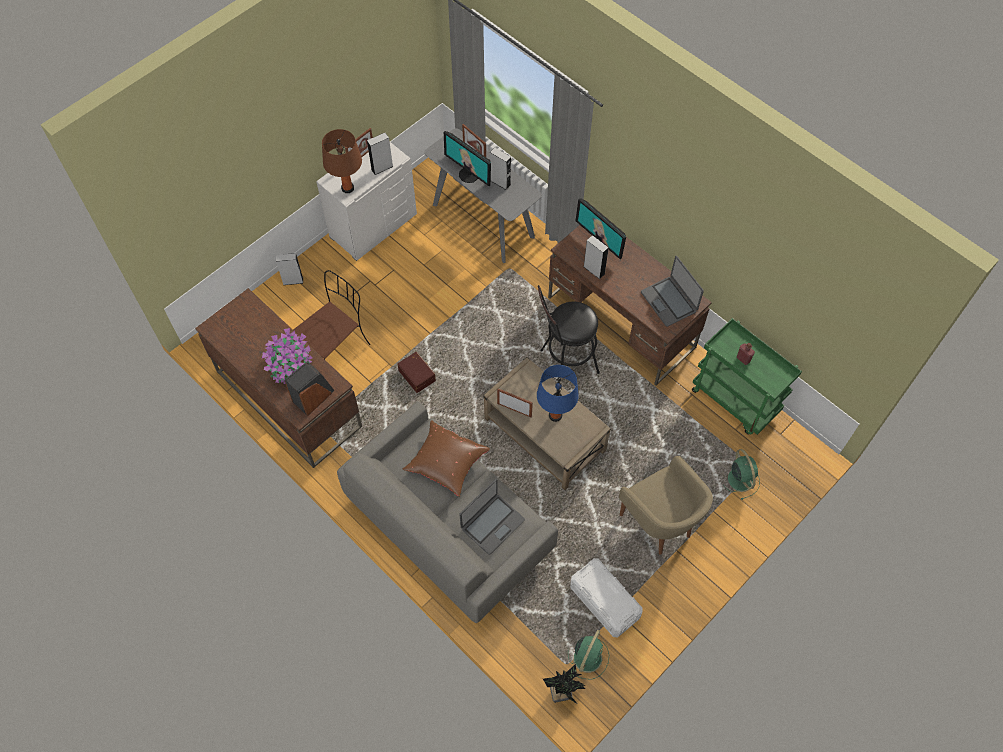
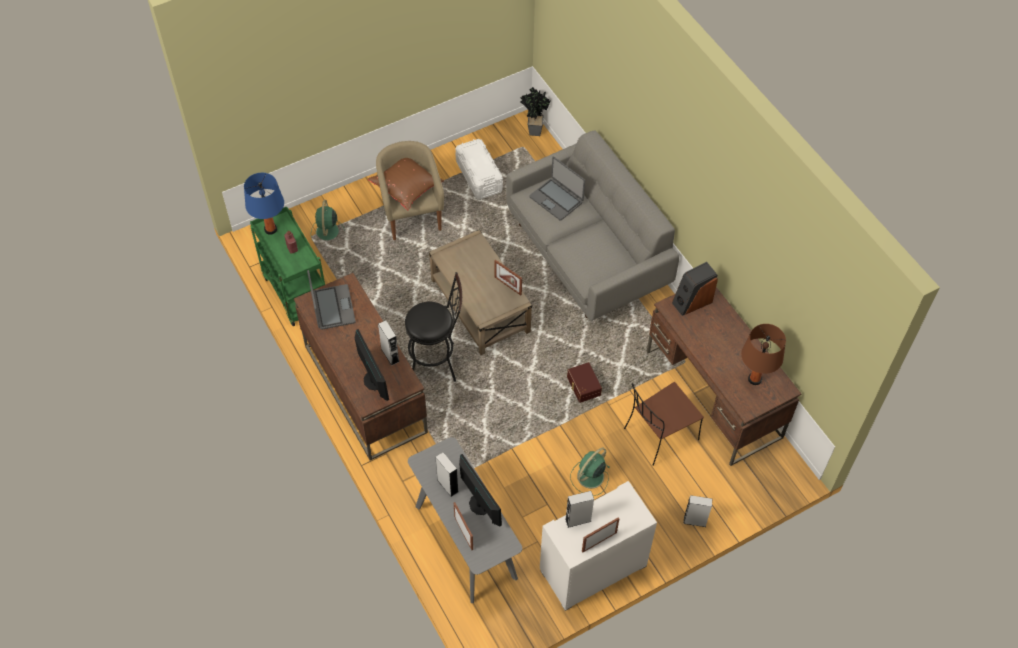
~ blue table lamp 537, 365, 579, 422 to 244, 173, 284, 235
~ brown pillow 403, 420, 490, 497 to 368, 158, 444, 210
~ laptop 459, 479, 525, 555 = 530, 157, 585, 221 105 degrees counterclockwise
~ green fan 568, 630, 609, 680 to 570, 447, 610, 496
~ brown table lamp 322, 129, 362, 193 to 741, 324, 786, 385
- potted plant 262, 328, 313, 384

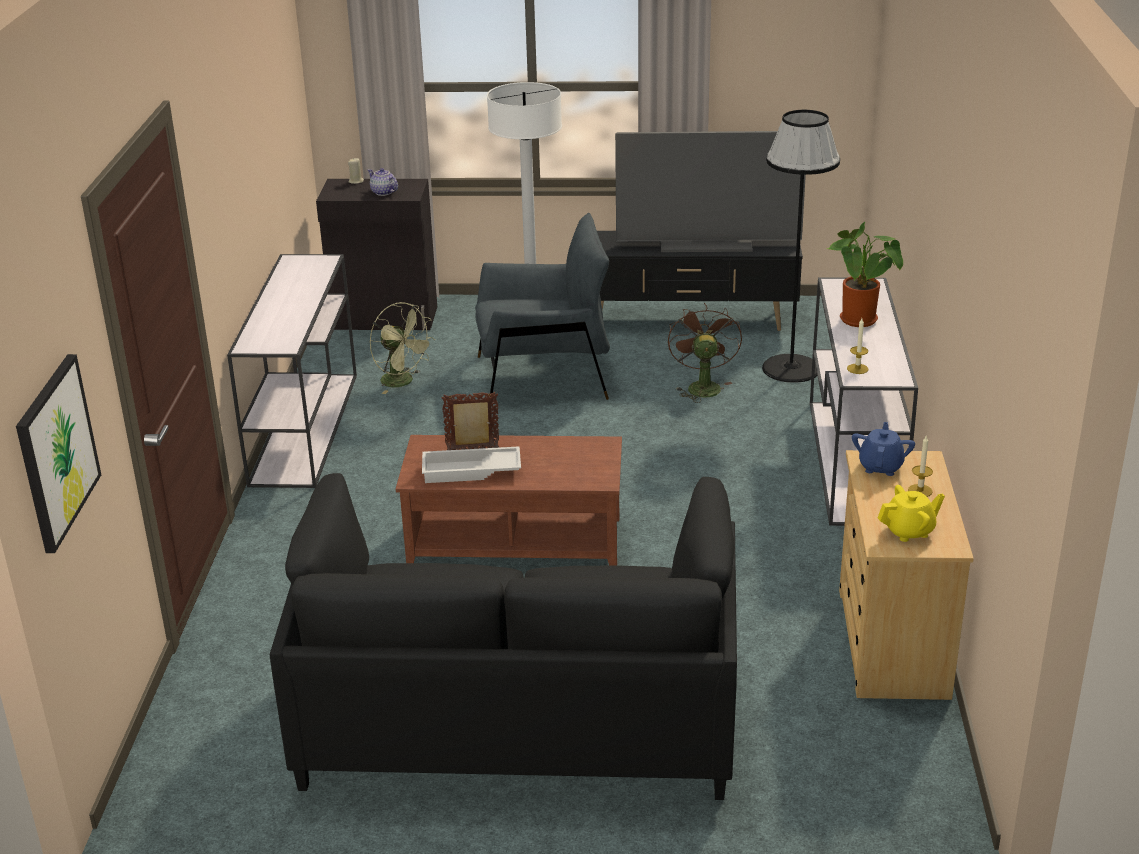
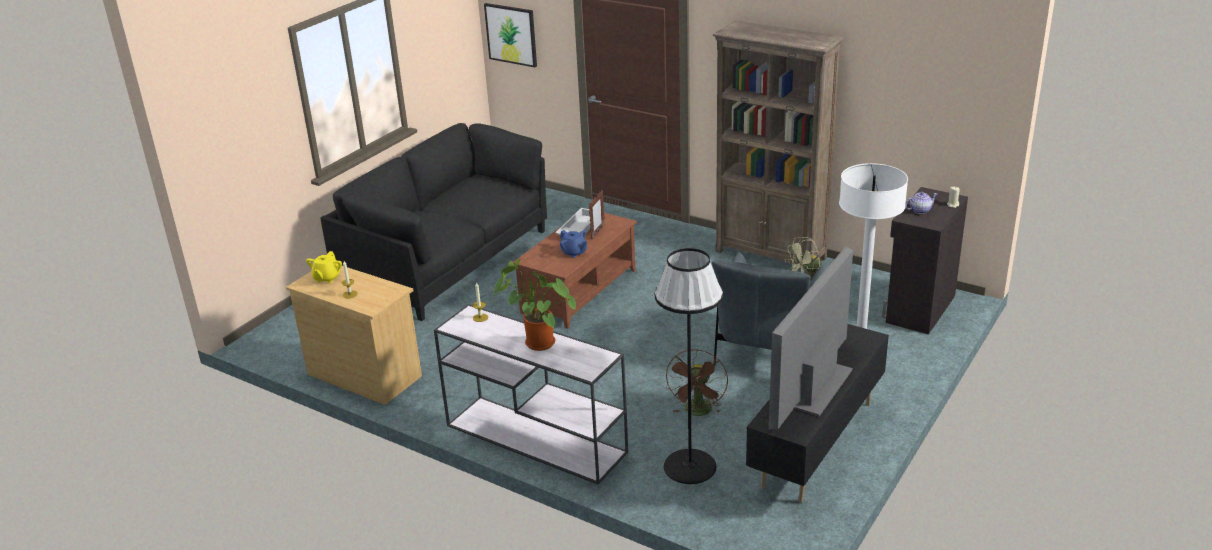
~ blue teapot 852, 422, 915, 476 to 560, 230, 587, 258
~ brown fan 668, 303, 742, 403 = 666, 349, 728, 416 75 degrees clockwise
~ white console table 227, 254, 357, 488 to brown bookcase 713, 20, 844, 274

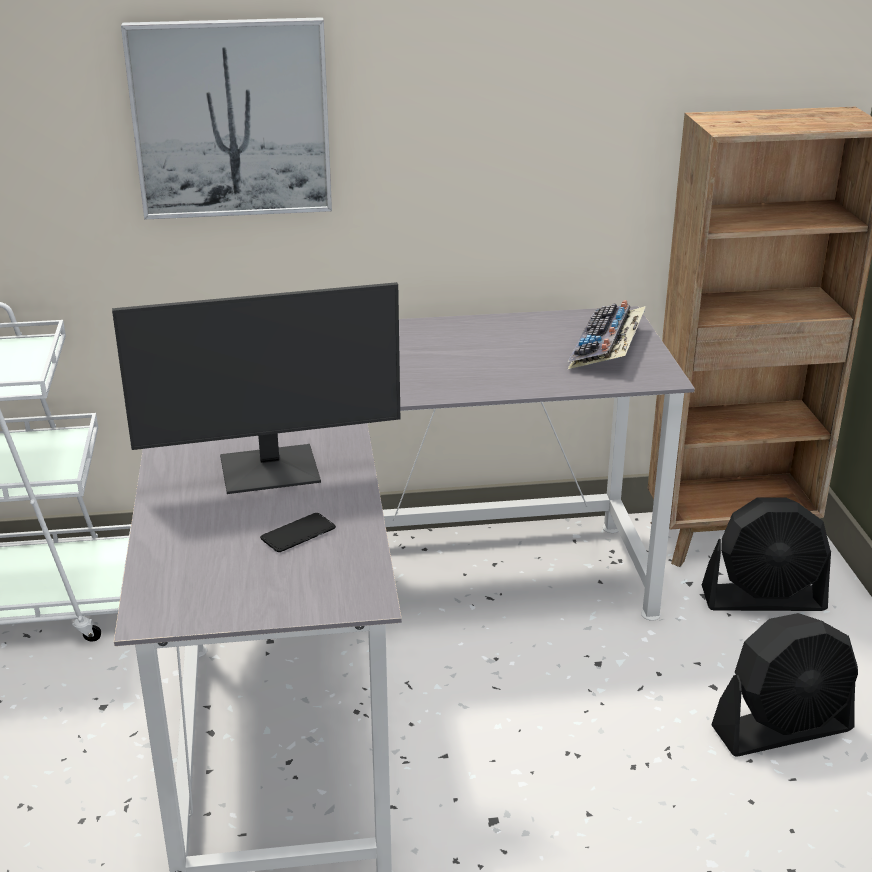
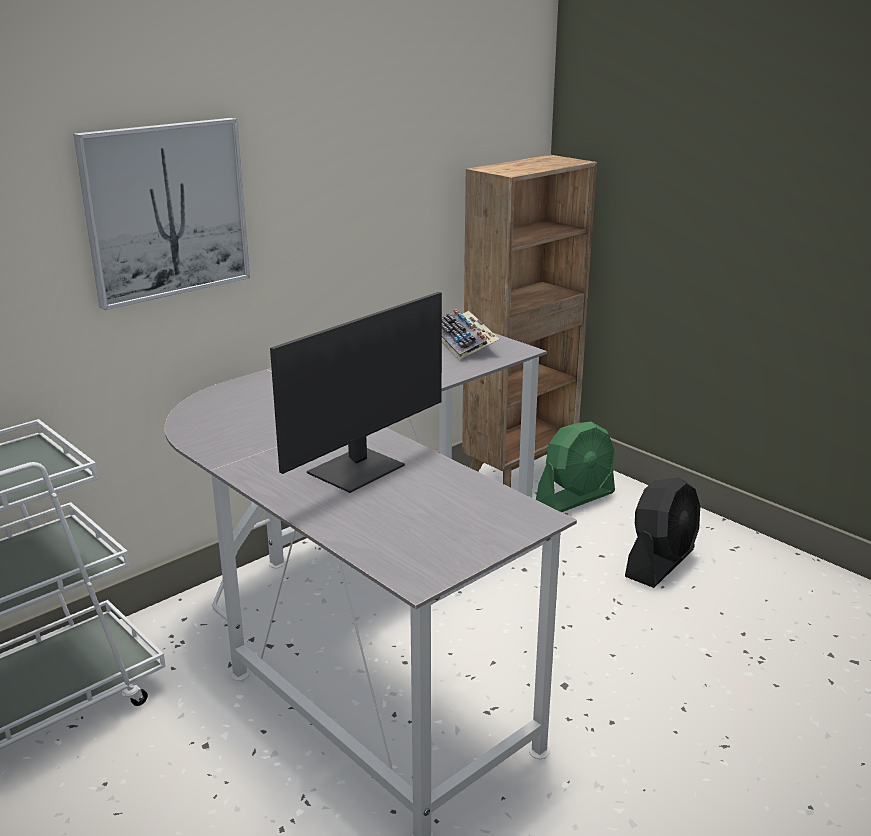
~ black fan 702, 497, 831, 611 to green fan 536, 422, 615, 512
- phone 260, 513, 336, 552

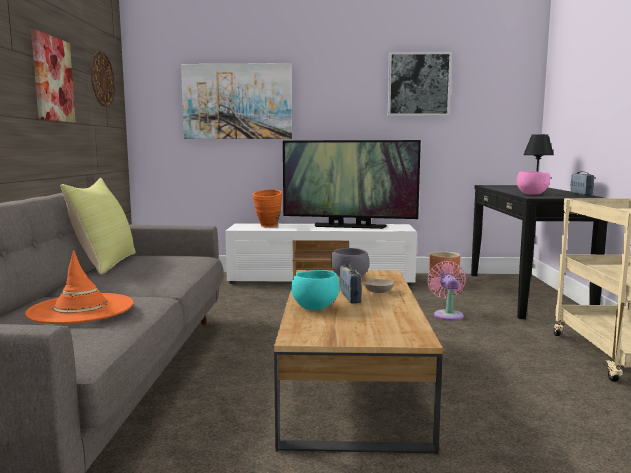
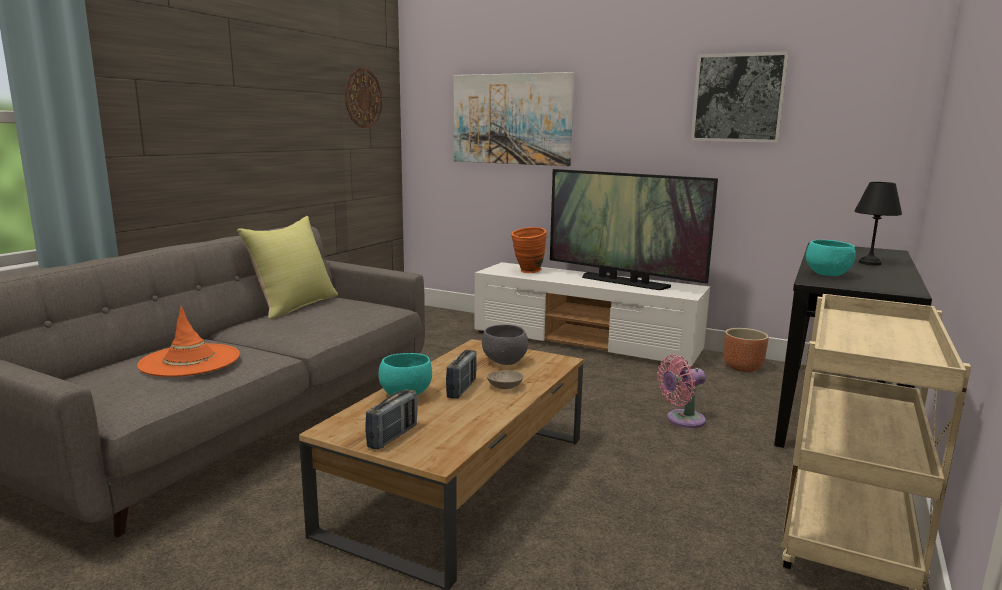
~ radio 571, 171, 594, 195 to 365, 389, 417, 450
~ pink fan 427, 261, 466, 321 = 657, 354, 706, 428 135 degrees counterclockwise
~ pink bowl 517, 171, 550, 194 to turquoise bowl 806, 240, 856, 276
- picture 31, 29, 76, 123

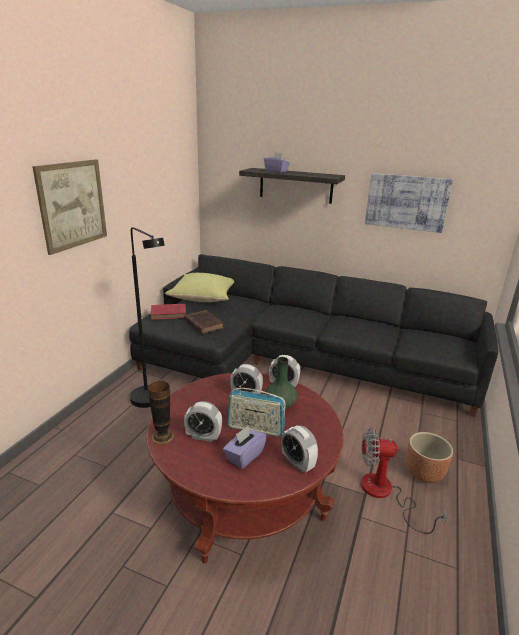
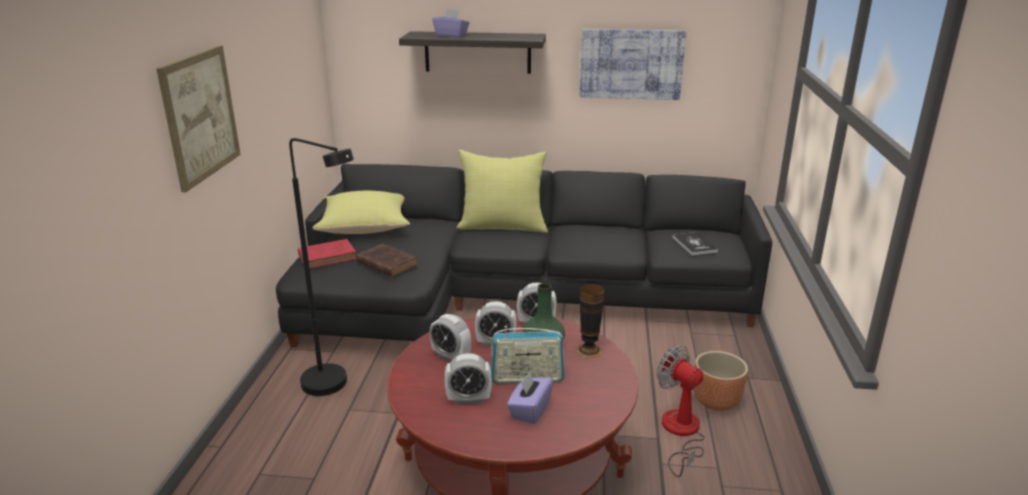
~ alarm clock 282, 425, 318, 473 to 430, 314, 471, 362
+ yellow pillow 457, 150, 548, 233
~ vase 148, 381, 174, 444 to 576, 284, 604, 358
~ fan 361, 427, 447, 534 = 657, 345, 705, 477 60 degrees clockwise
+ book 672, 232, 718, 255

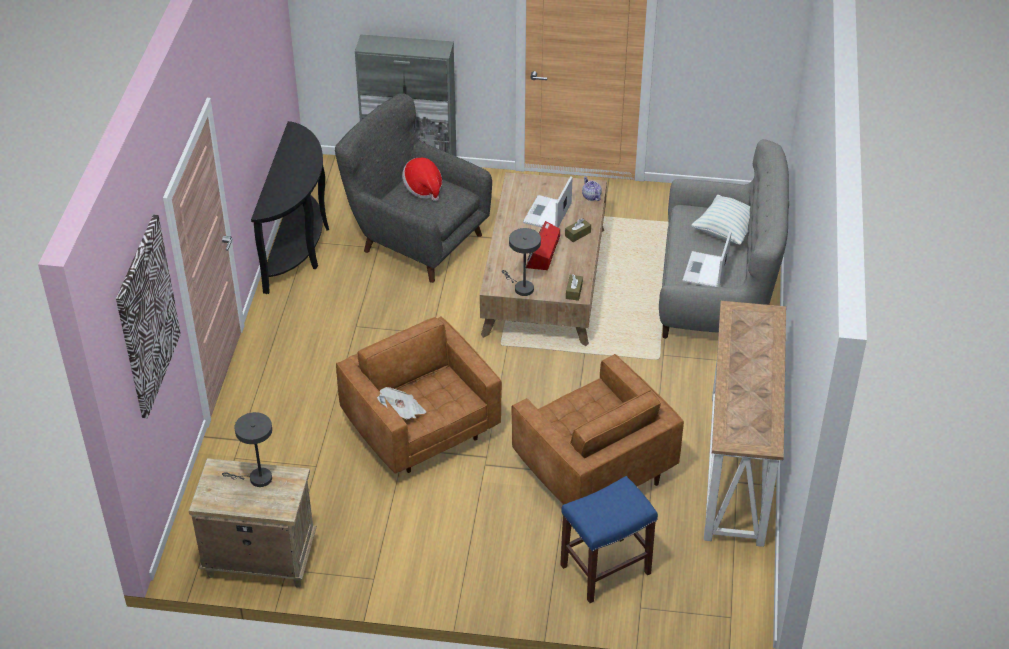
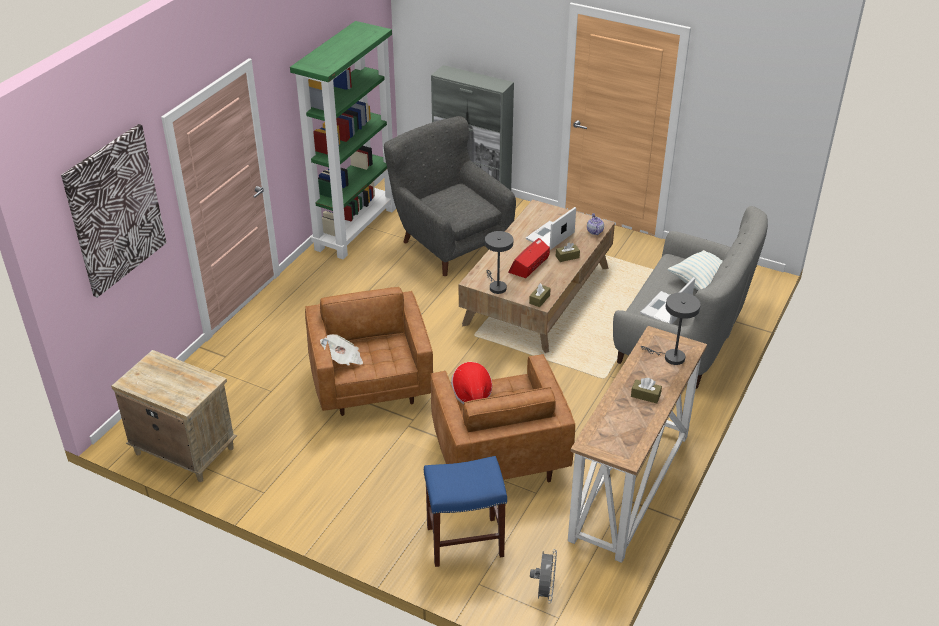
~ black console table 251, 121, 329, 294 to green bookcase 290, 21, 396, 259
~ hat 402, 158, 442, 201 to 451, 362, 492, 405
+ grey fan 530, 549, 557, 603
+ brown tissue box 631, 378, 662, 403
~ grey table lamp 222, 412, 272, 487 to 641, 292, 701, 365

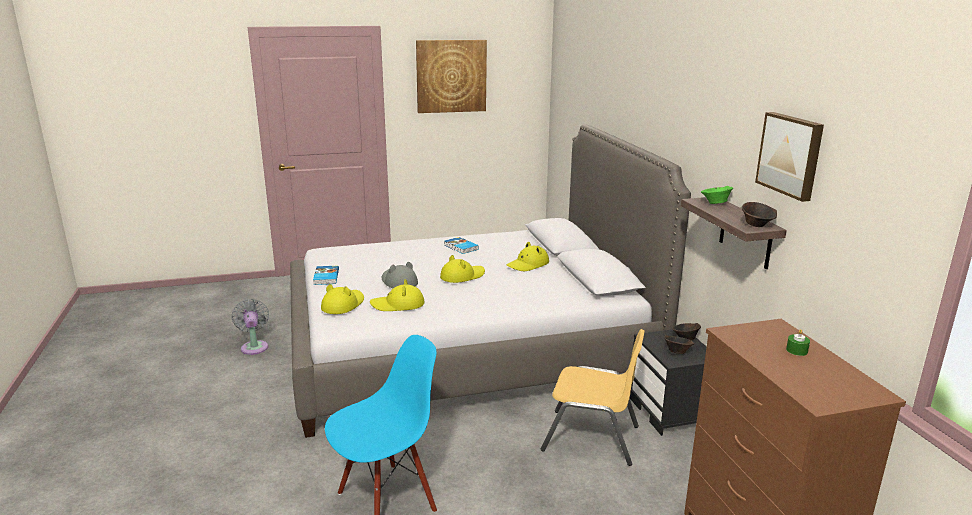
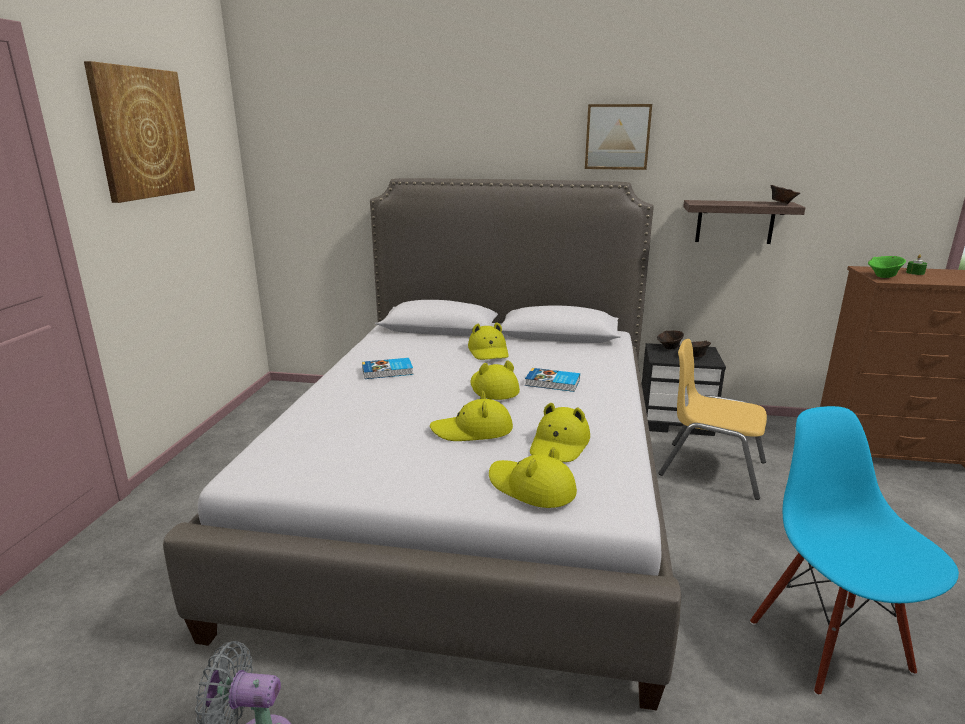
~ grey hat 382, 262, 418, 288 to yellow hat 430, 391, 513, 441
~ book 313, 266, 339, 285 to 525, 368, 580, 392
~ picture 755, 112, 824, 202 to 585, 104, 652, 170
~ yellow chair 541, 329, 645, 466 = 658, 339, 767, 500 105 degrees counterclockwise
~ green bowl 701, 186, 733, 204 to 868, 256, 906, 278

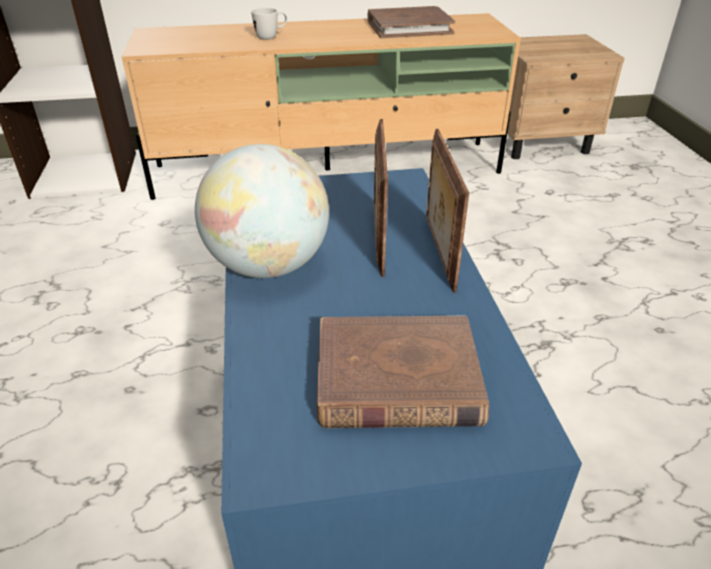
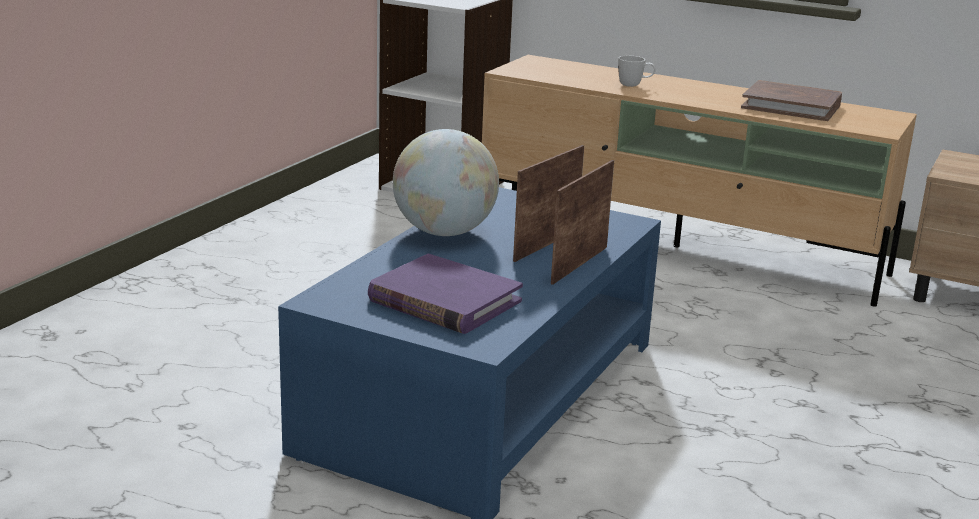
~ brown book 317, 316, 489, 428 to purple book 368, 254, 523, 334

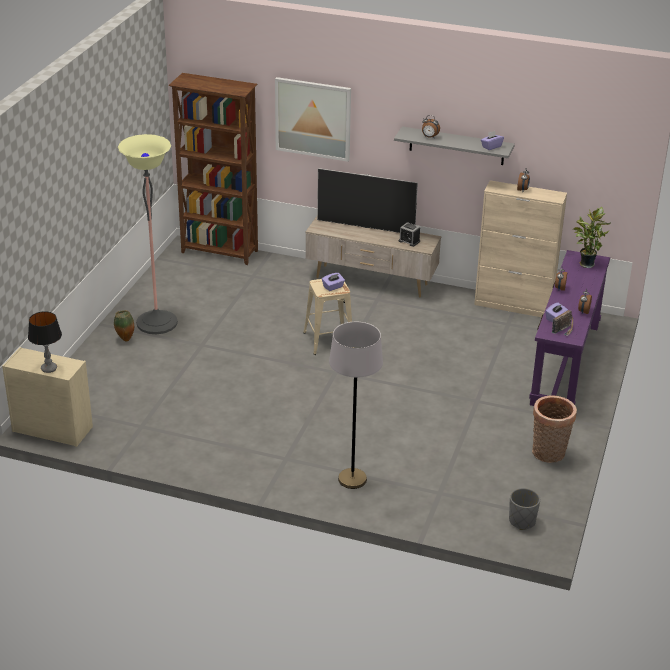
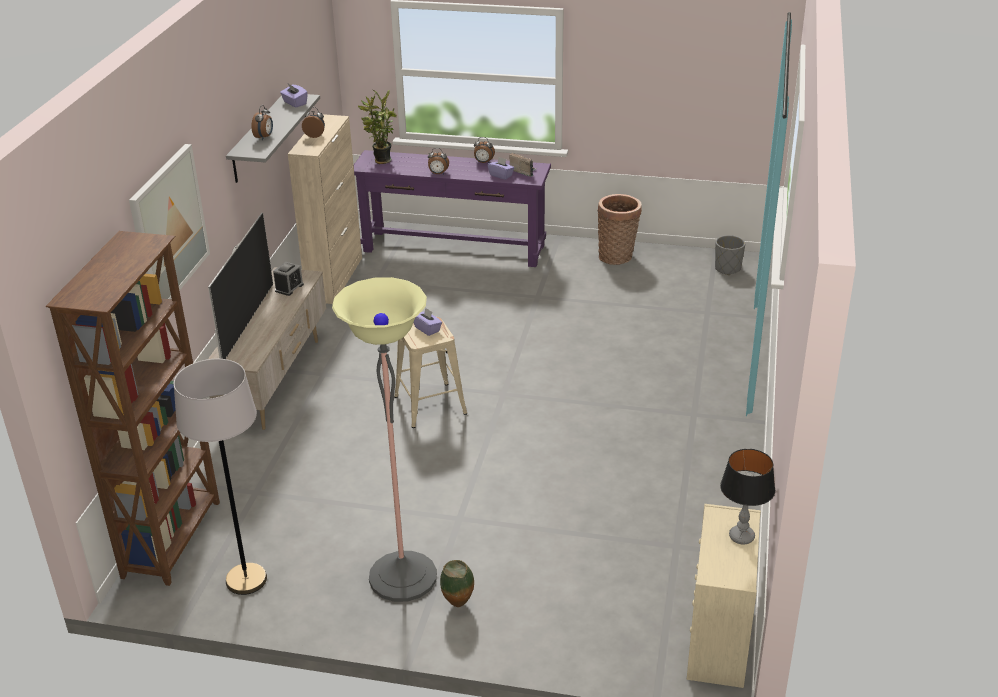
~ grey floor lamp 329, 322, 383, 489 to 174, 359, 267, 595

